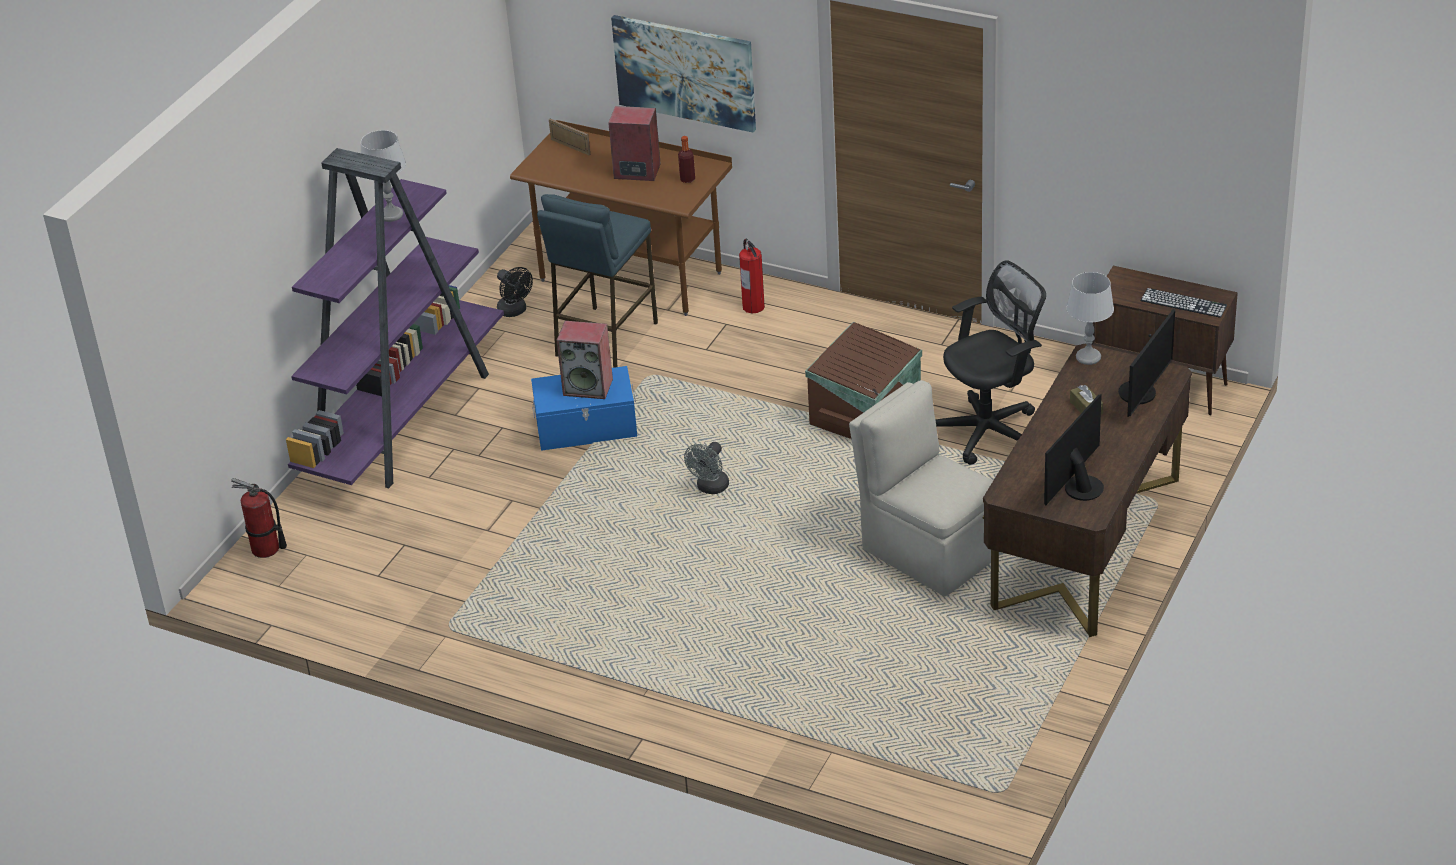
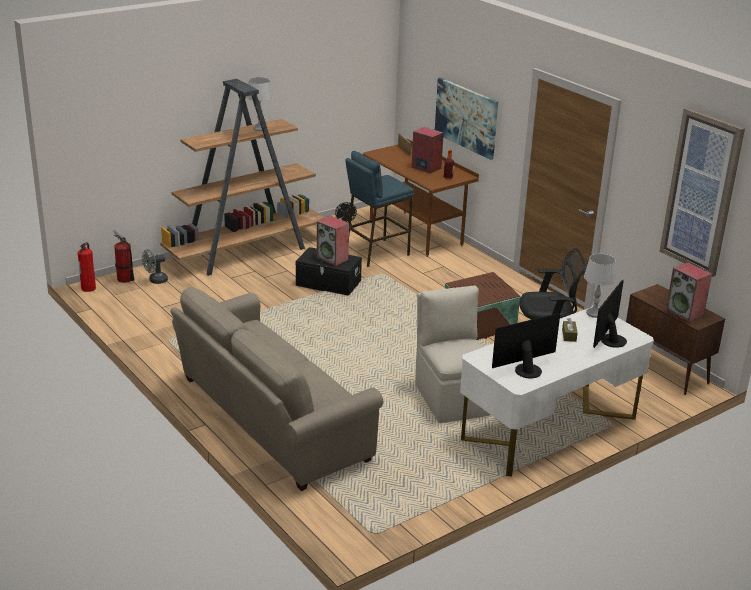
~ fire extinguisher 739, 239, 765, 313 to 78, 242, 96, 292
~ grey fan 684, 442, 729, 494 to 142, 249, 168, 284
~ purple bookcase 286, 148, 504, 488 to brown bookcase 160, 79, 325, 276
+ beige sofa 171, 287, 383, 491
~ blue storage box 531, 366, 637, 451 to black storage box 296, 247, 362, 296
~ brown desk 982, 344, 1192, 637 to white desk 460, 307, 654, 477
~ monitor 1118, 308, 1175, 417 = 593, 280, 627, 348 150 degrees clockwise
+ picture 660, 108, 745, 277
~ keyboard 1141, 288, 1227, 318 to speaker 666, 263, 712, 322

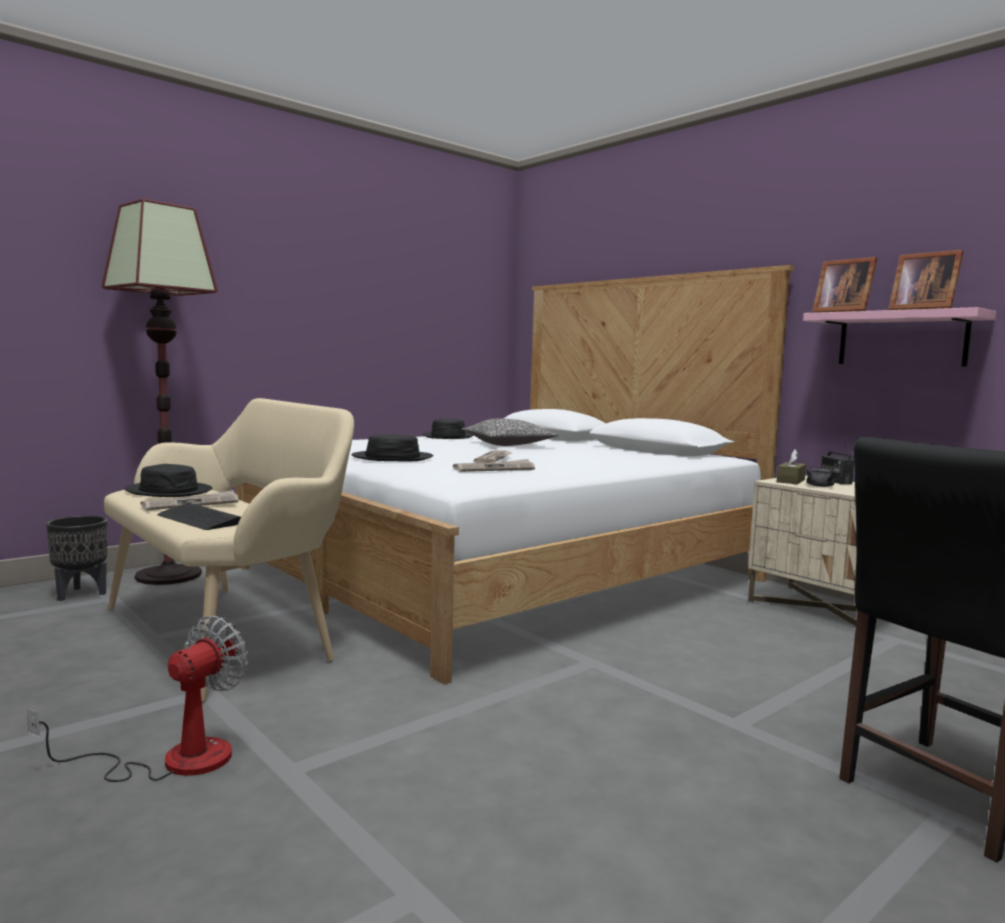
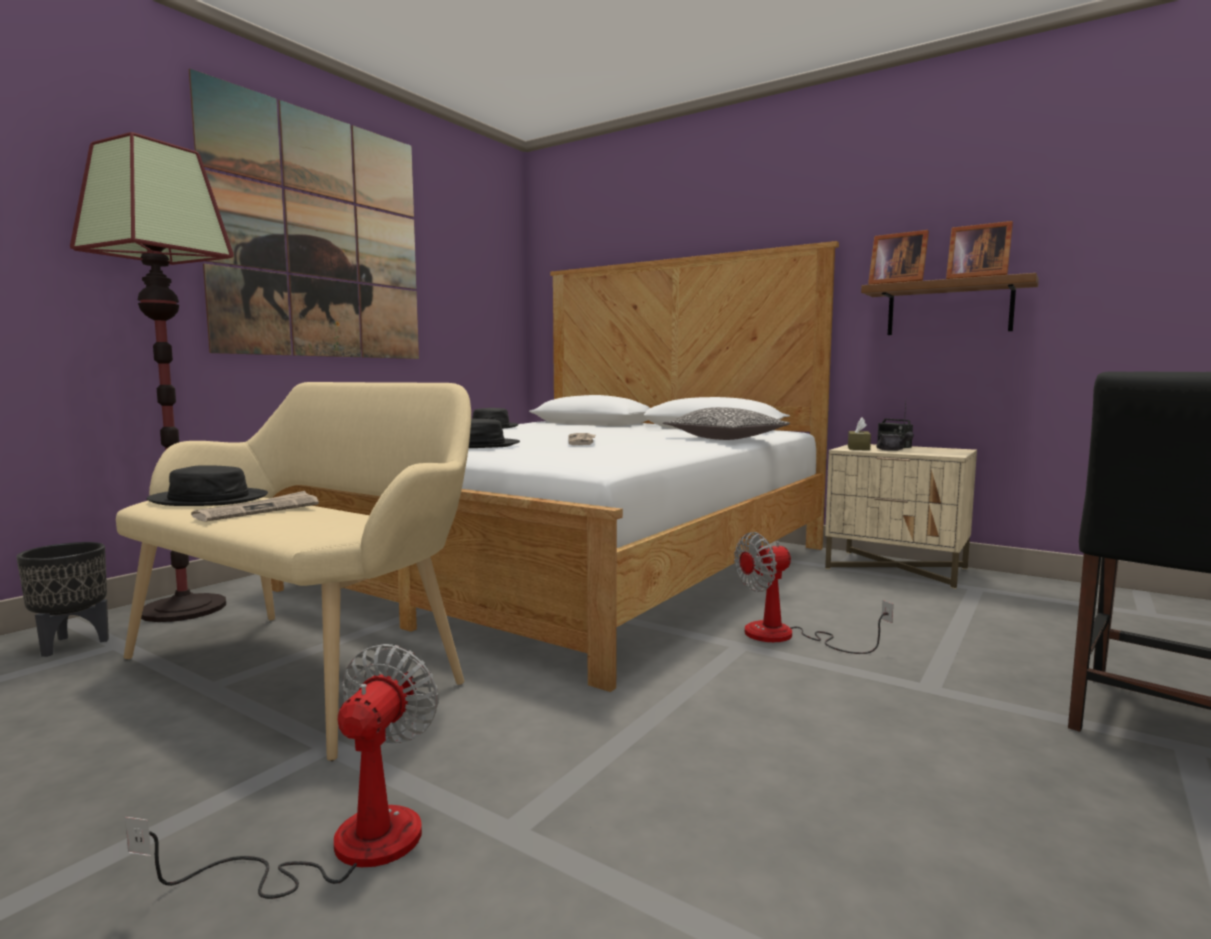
+ picture 189, 69, 419, 359
~ pillow 461, 418, 559, 446 to 663, 407, 790, 440
+ fan 734, 532, 893, 654
~ pink shelf 803, 307, 996, 367 to brown shelf 861, 273, 1039, 335
- keyboard 157, 503, 241, 530
- newspaper 453, 459, 535, 472

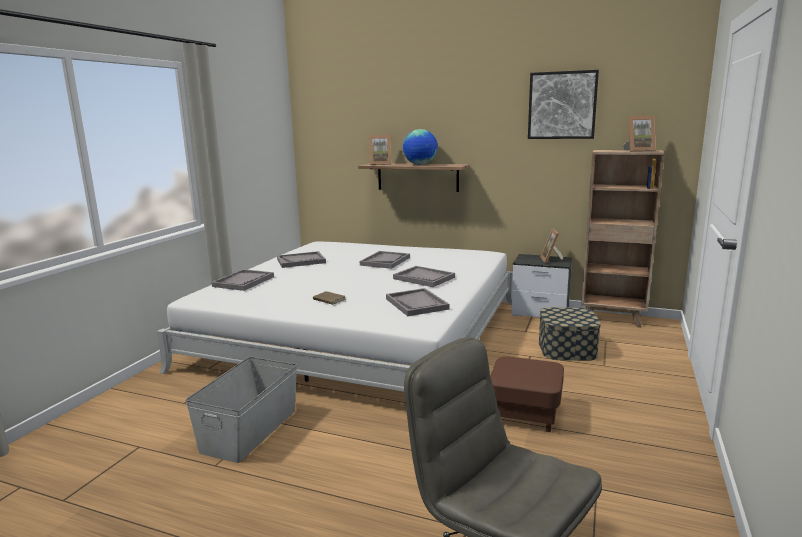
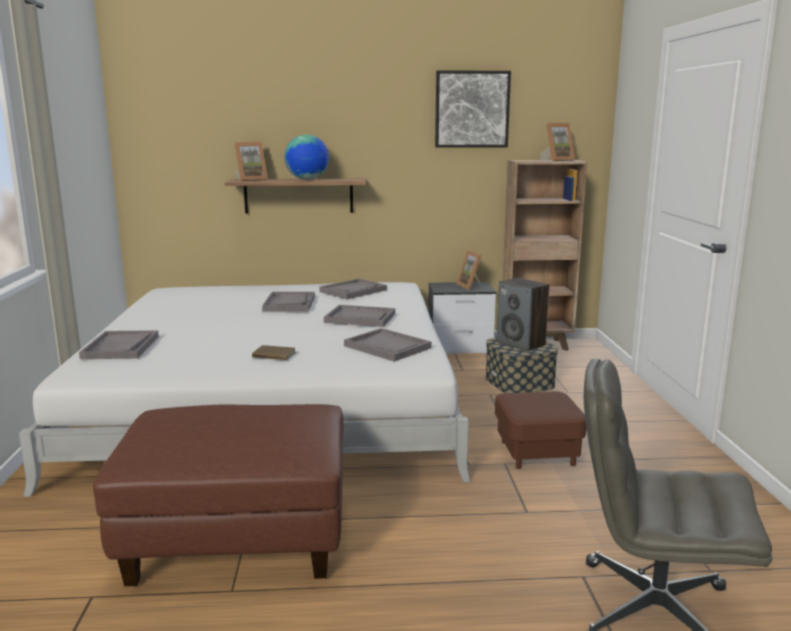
~ grey storage box 185, 357, 297, 463 to brown ottoman 93, 404, 343, 586
~ grey tray 277, 251, 326, 268 to 319, 279, 387, 299
+ speaker 496, 278, 549, 352

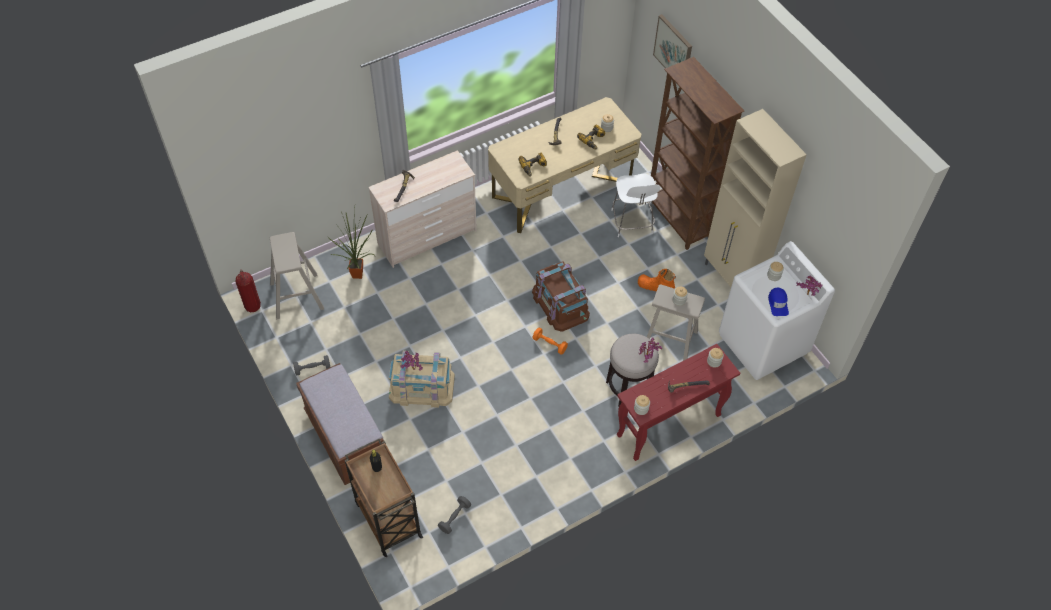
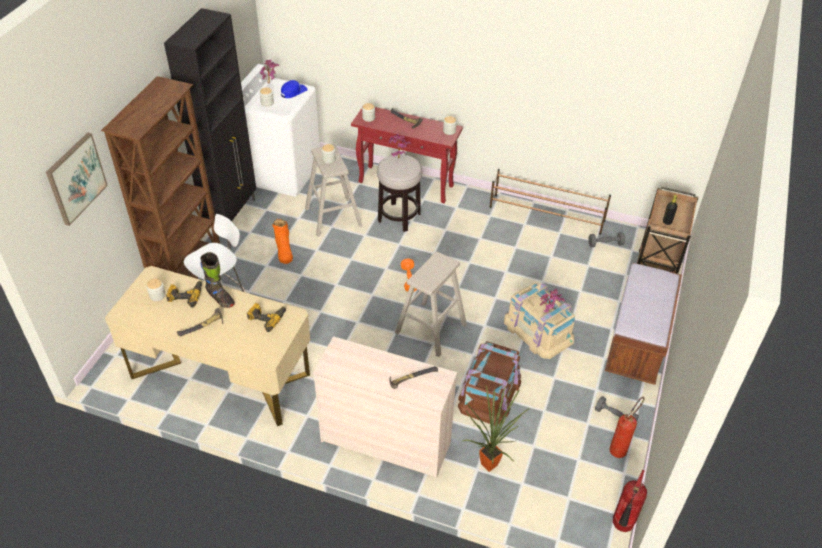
~ beige cabinet 704, 109, 807, 287 to black cabinet 164, 8, 256, 222
+ black boot 200, 252, 235, 308
~ beige stool 270, 232, 324, 319 to 395, 252, 467, 357
~ brown storage box 532, 262, 590, 332 to 458, 341, 521, 425
+ brown shoe rack 489, 169, 611, 235
+ fire extinguisher 609, 397, 645, 458

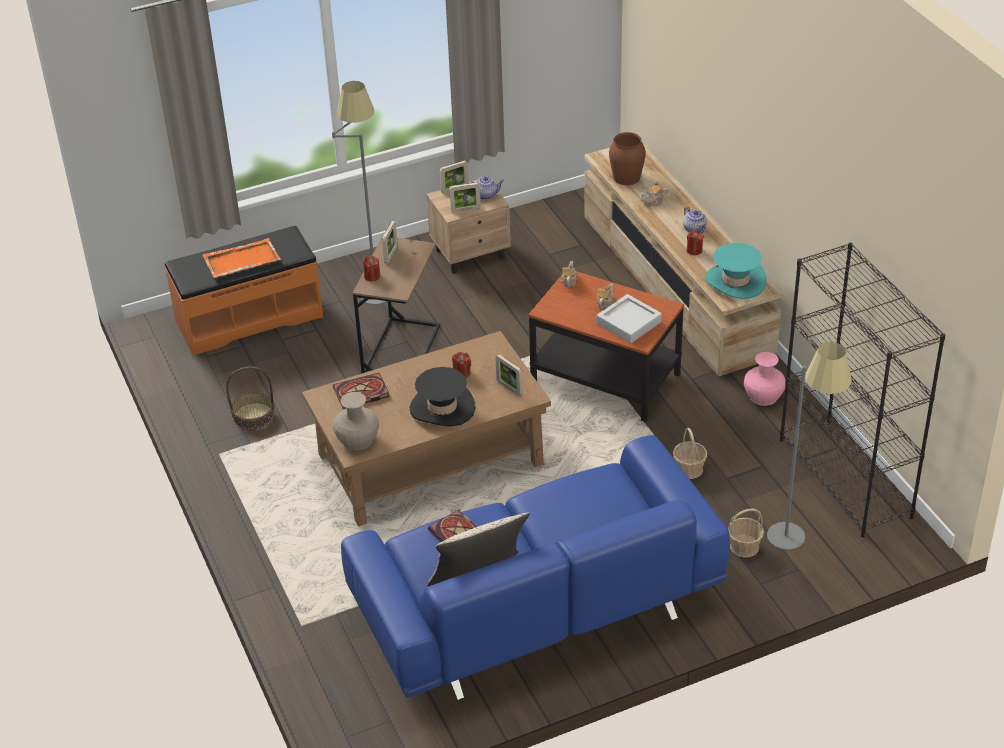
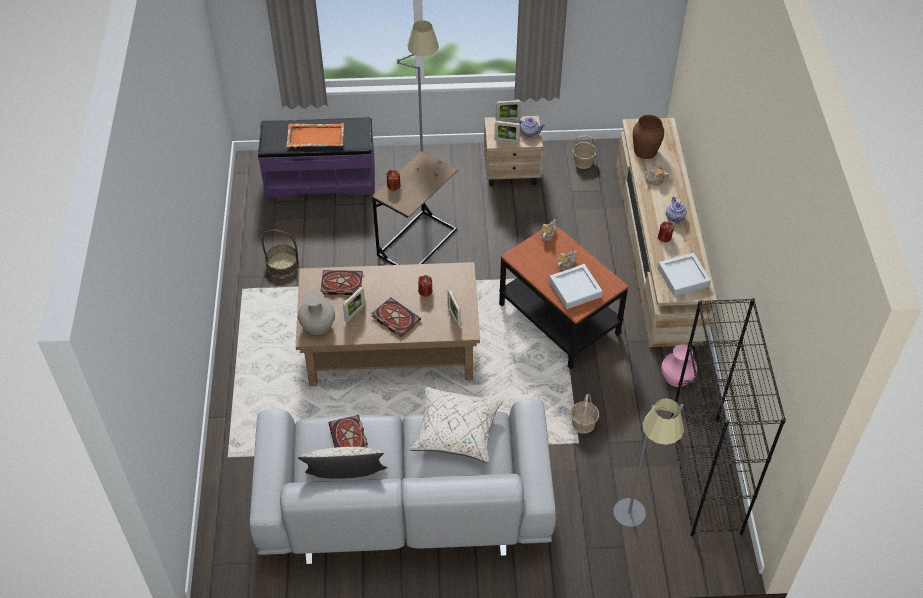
~ blue sofa 341, 435, 730, 700 to grey sofa 249, 399, 556, 564
~ orange bench 165, 226, 323, 356 to purple bench 258, 117, 375, 198
~ picture frame 382, 221, 398, 264 to 343, 287, 365, 322
~ black hat 410, 367, 475, 427 to book 371, 297, 421, 337
+ beige pillow 409, 386, 503, 463
~ basket 728, 509, 764, 558 to 572, 136, 597, 169
~ turquoise hat 705, 243, 767, 299 to grey tray 658, 253, 711, 296

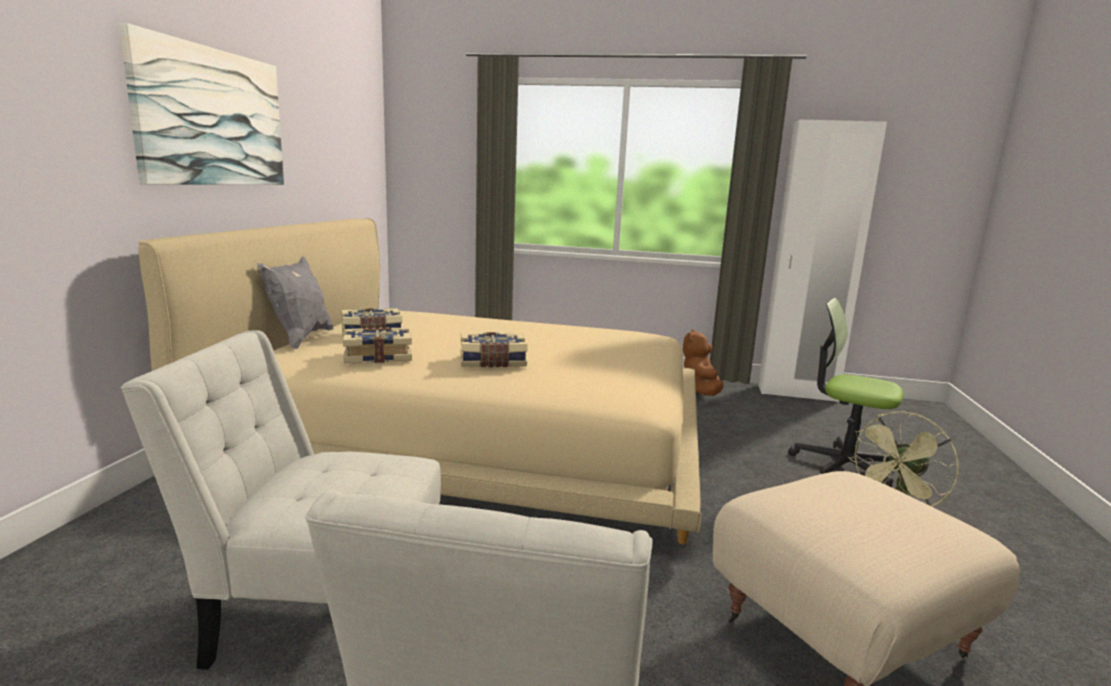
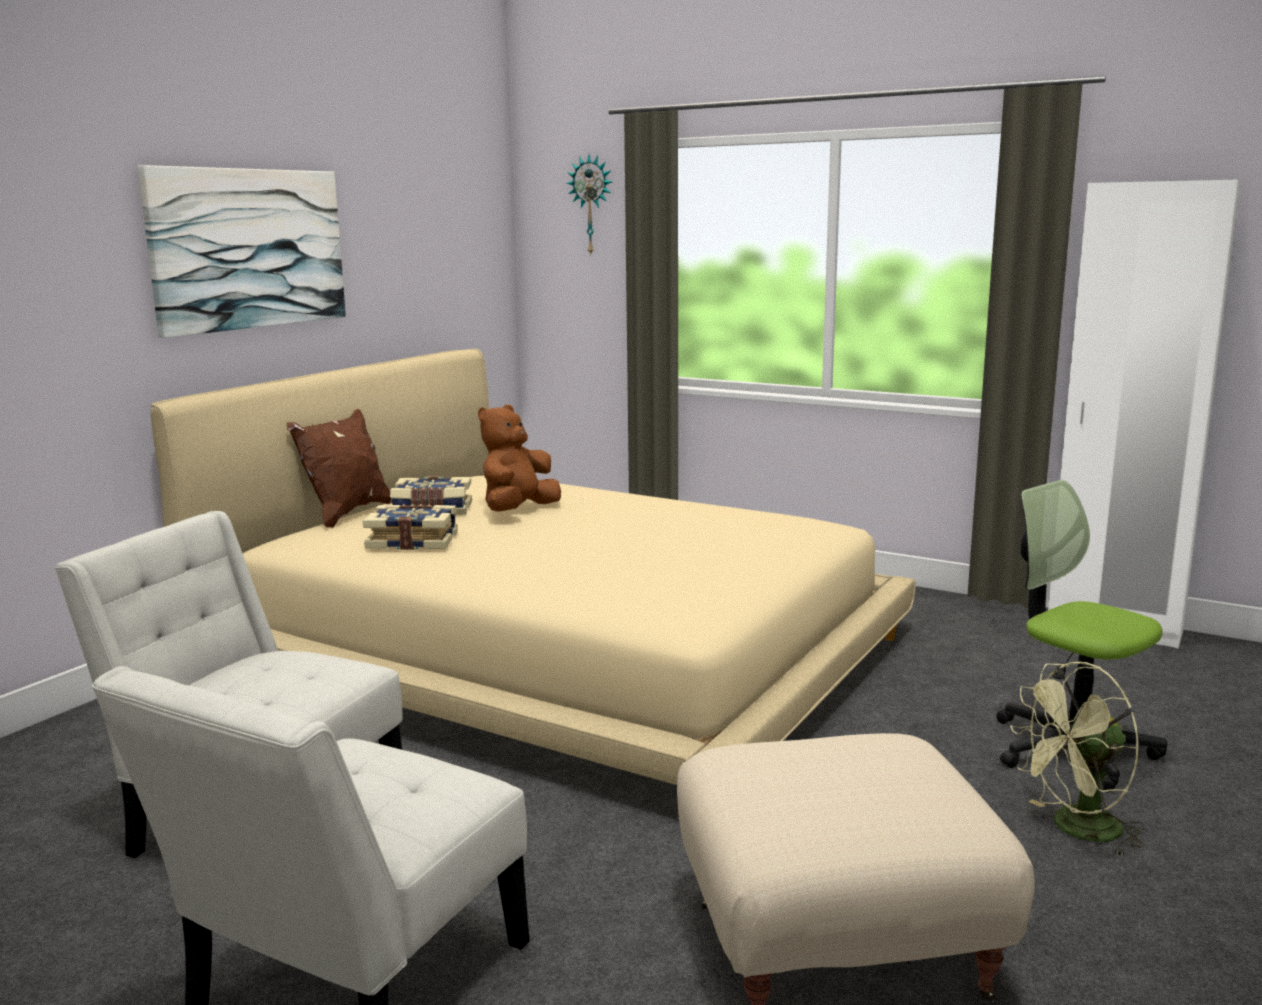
~ grey pillow 257, 256, 333, 349 to brown pillow 287, 409, 392, 528
~ brown plush toy 683, 329, 723, 396 to 478, 405, 561, 511
+ wall clock 567, 154, 612, 256
- book 461, 332, 528, 368

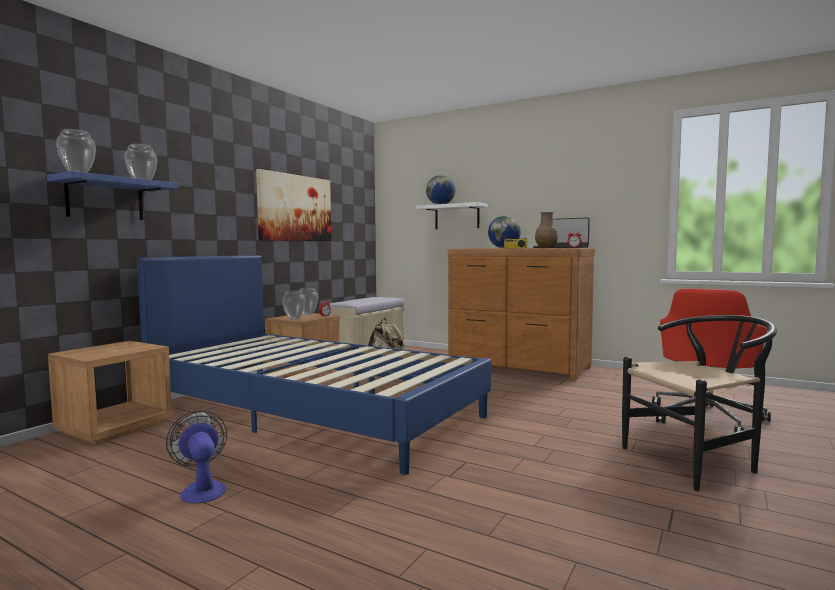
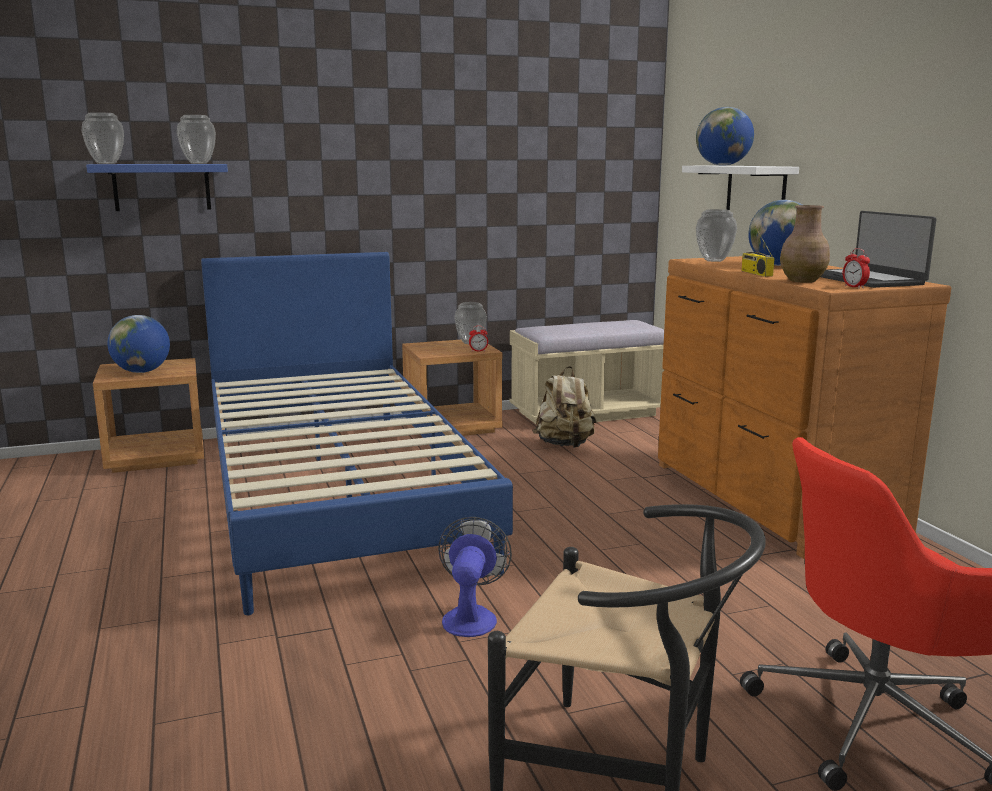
+ globe 107, 315, 170, 373
~ fan 166, 411, 227, 504 to 438, 517, 512, 637
~ vase 282, 290, 305, 320 to 696, 209, 737, 262
- picture 256, 169, 332, 241

